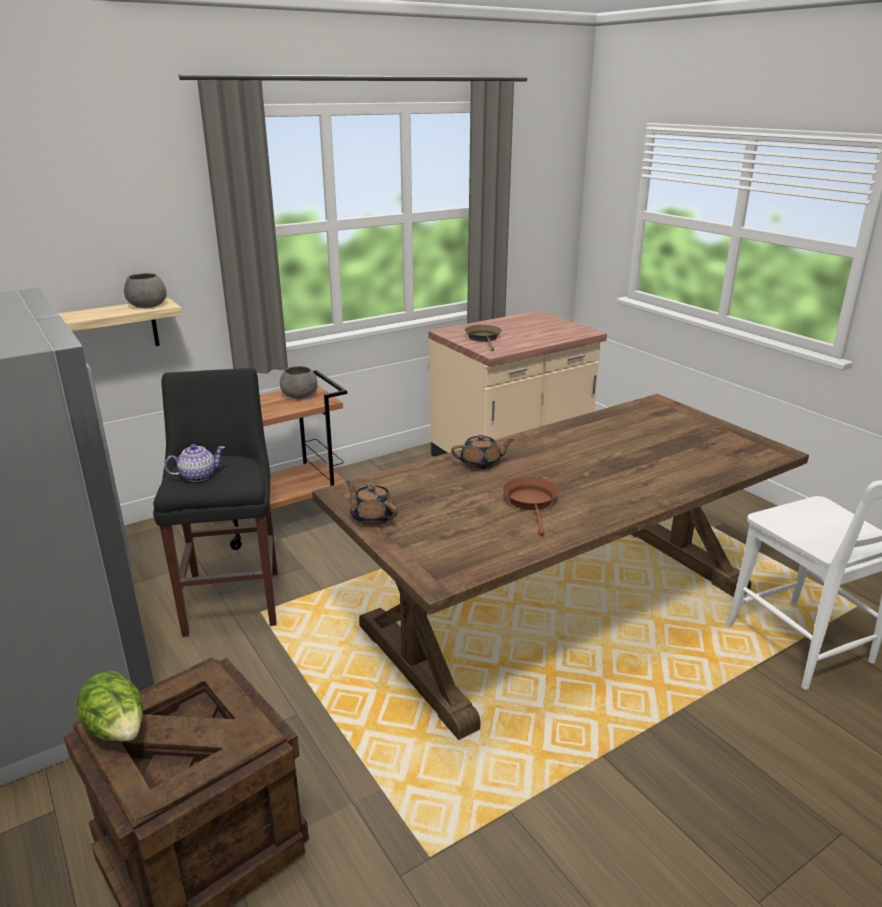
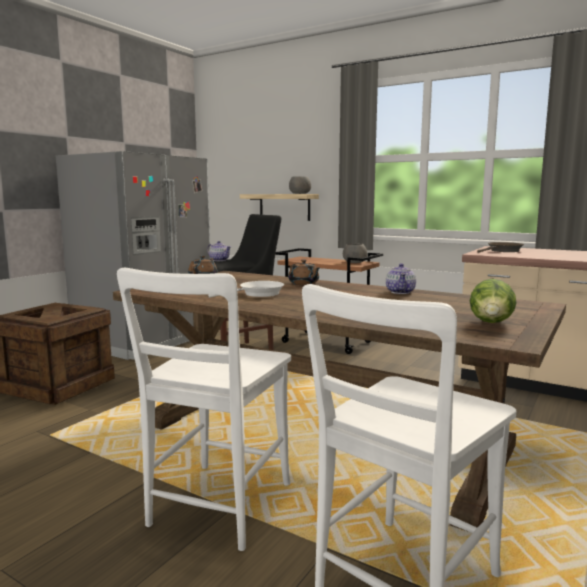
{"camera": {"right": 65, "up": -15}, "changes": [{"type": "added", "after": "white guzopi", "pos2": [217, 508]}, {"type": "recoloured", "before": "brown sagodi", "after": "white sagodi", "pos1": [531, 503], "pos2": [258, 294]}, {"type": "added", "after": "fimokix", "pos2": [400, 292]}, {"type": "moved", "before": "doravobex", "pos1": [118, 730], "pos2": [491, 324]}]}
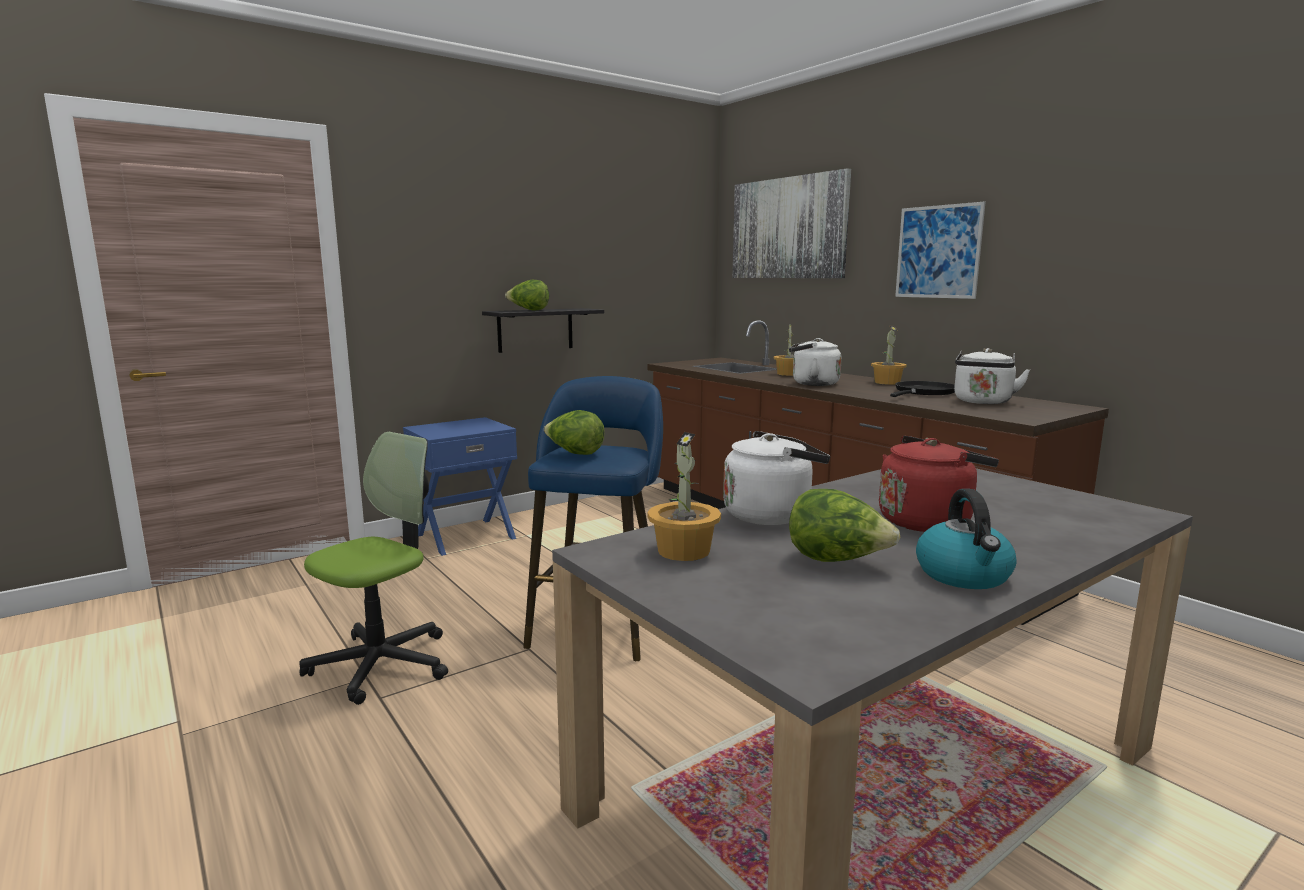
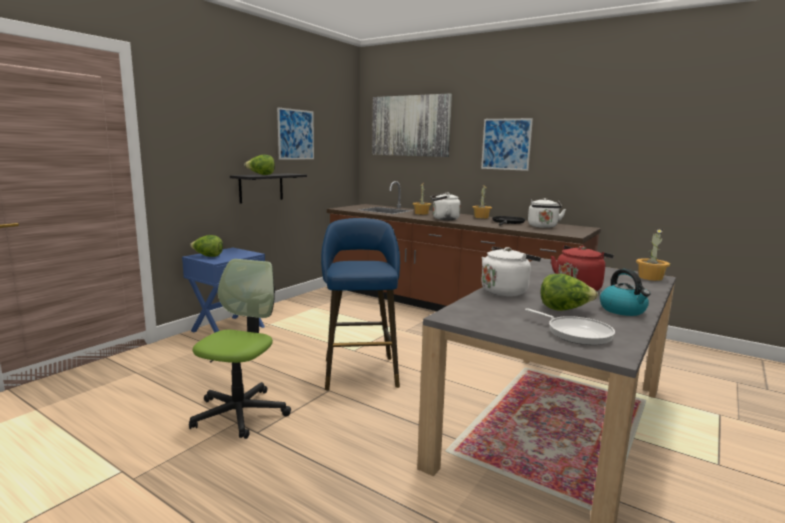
{"camera": {"right": -20, "up": 0}, "changes": [{"type": "moved", "before": "doravobex", "pos1": [574, 453], "pos2": [207, 256]}, {"type": "added", "after": "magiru", "pos2": [296, 134]}, {"type": "added", "after": "sagodi", "pos2": [576, 333]}, {"type": "moved", "before": "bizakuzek", "pos1": [684, 550], "pos2": [650, 277]}]}
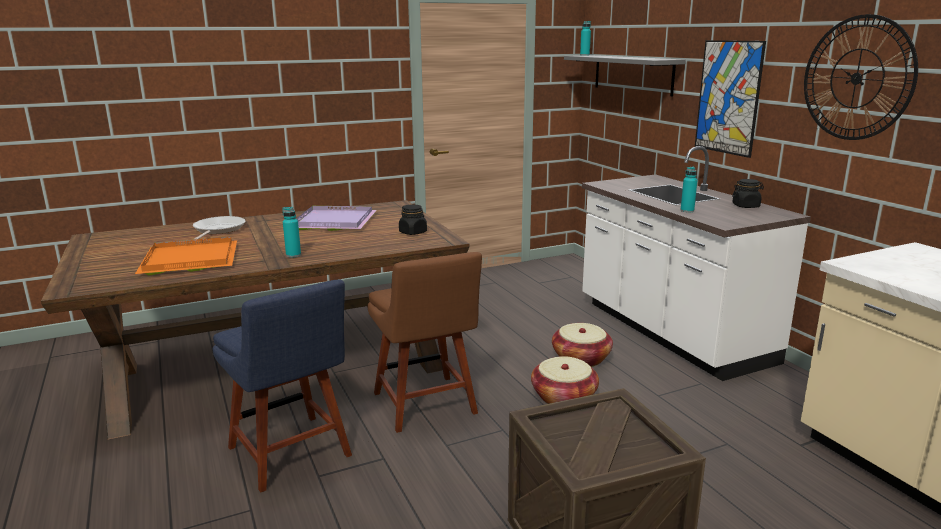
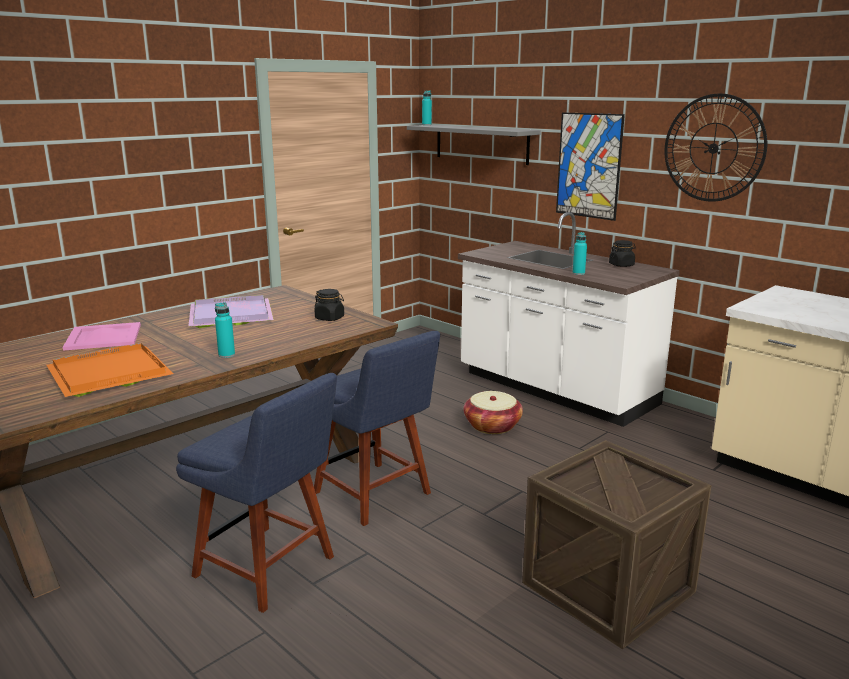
{"camera": {"right": -20, "up": 0}, "changes": [{"type": "replaced", "before": "sagodi", "after": "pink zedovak", "pos1": [218, 230], "pos2": [103, 337]}, {"type": "recoloured", "before": "brown guzopi", "after": "blue guzopi", "pos1": [426, 406], "pos2": [375, 495]}, {"type": "removed", "before": "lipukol", "pos1": [564, 397]}]}
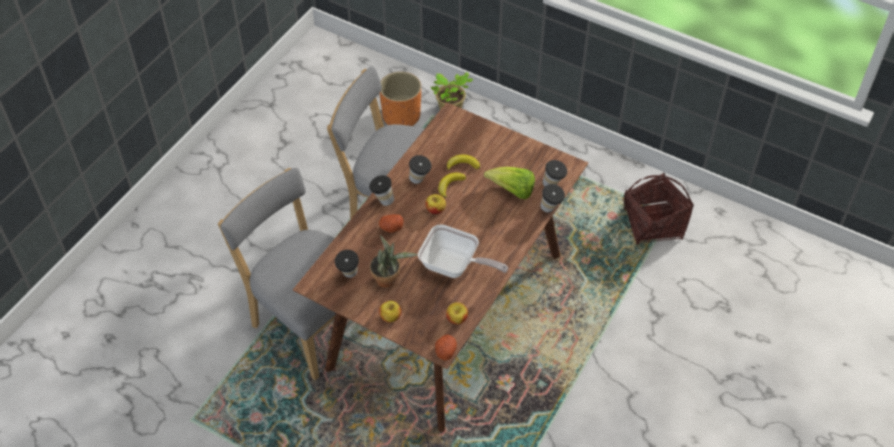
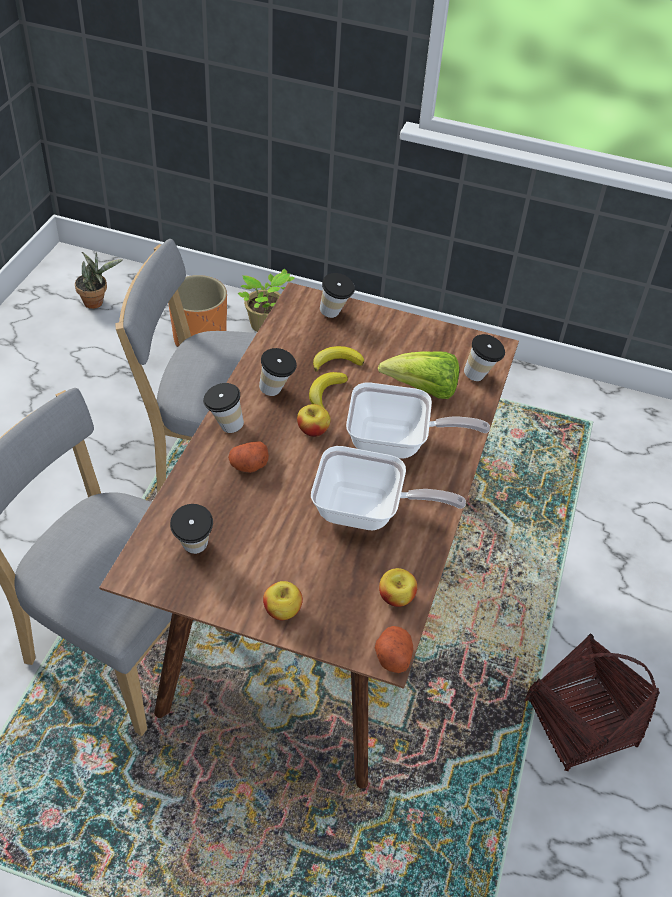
{"camera": {"right": -15, "up": -5}, "changes": [{"type": "moved", "before": "bizakuzek", "pos1": [388, 279], "pos2": [96, 302]}, {"type": "moved", "before": "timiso", "pos1": [551, 210], "pos2": [335, 314]}, {"type": "added", "after": "sagodi", "pos2": [396, 444]}, {"type": "moved", "before": "lipukol", "pos1": [653, 224], "pos2": [581, 723]}]}
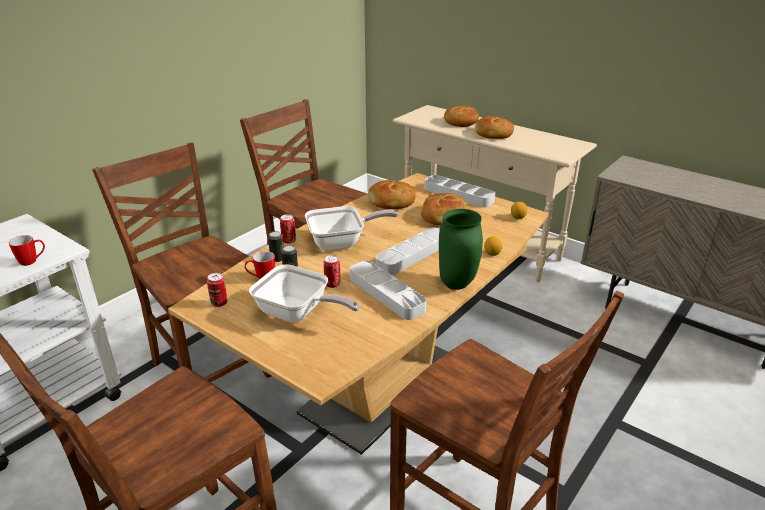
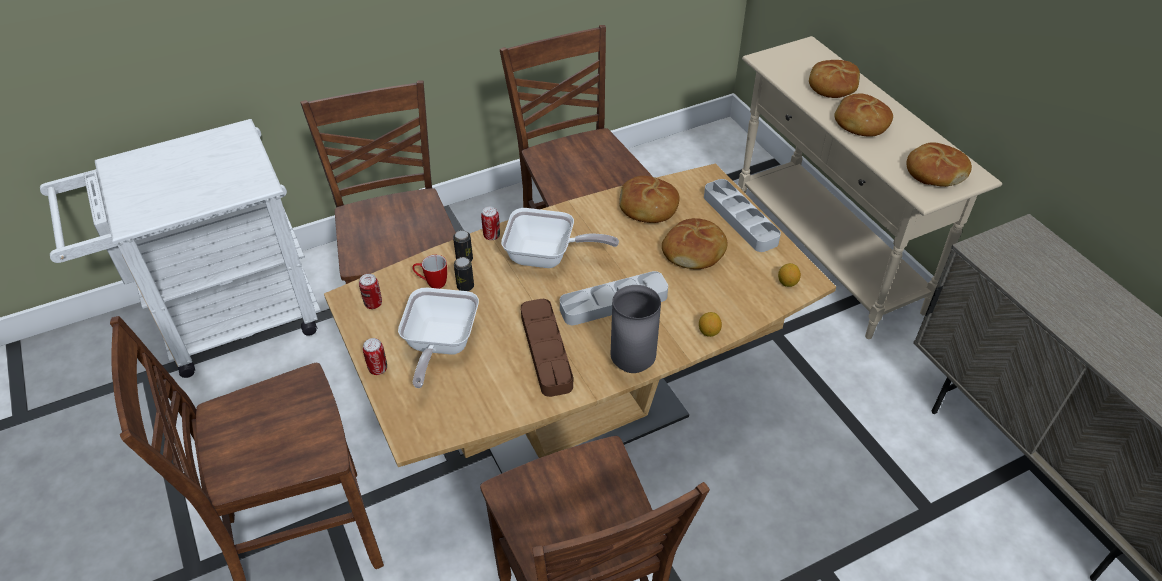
{"camera": {"right": 25, "up": 15}, "changes": [{"type": "moved", "before": "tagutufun", "pos1": [332, 284], "pos2": [378, 369]}, {"type": "turned", "before": "sagodi", "pos1": [298, 314], "pos2": [439, 346], "turn": 45}, {"type": "recoloured", "before": "grey zedovak", "after": "brown zedovak", "pos1": [386, 294], "pos2": [546, 350]}, {"type": "recoloured", "before": "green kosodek", "after": "grey kosodek", "pos1": [458, 284], "pos2": [634, 365]}, {"type": "added", "after": "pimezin", "pos2": [934, 173]}, {"type": "removed", "before": "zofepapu", "pos1": [33, 261]}]}
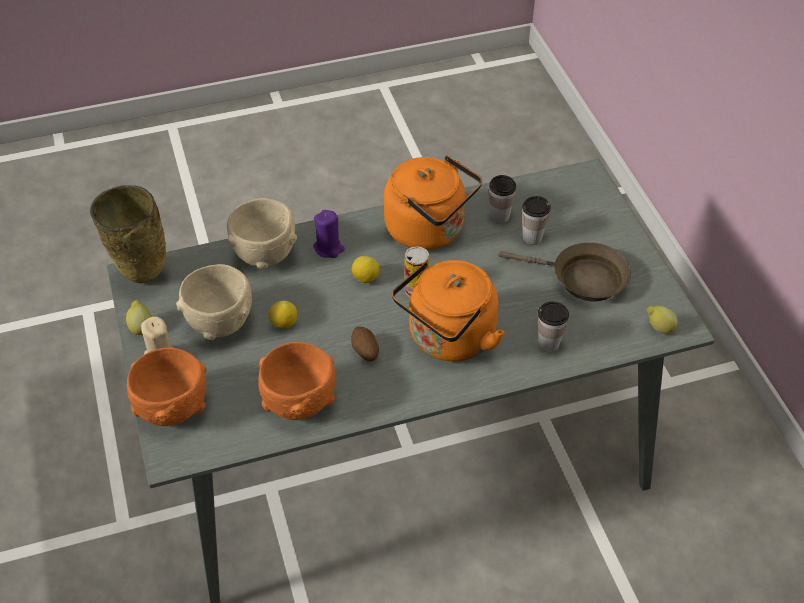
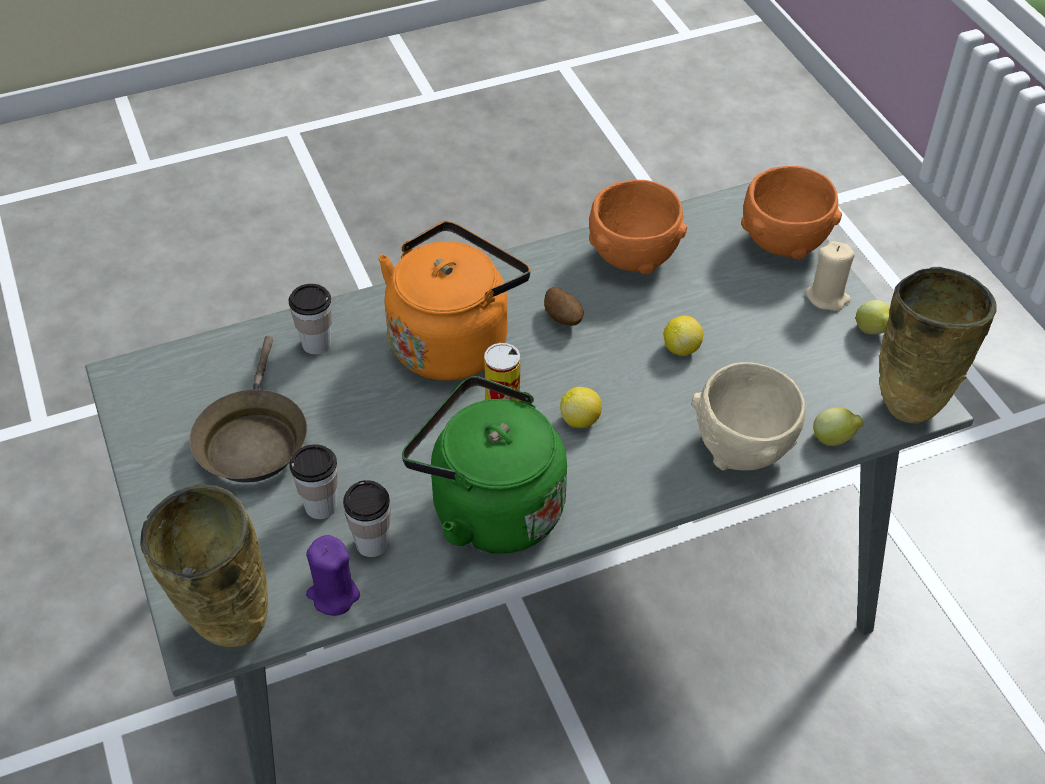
{"camera": {"right": 175, "up": 0}, "changes": [{"type": "added", "after": "beige kosodek", "pos2": [227, 625]}, {"type": "turned", "before": "brown sagodi", "pos1": [582, 279], "pos2": [252, 439], "turn": -105}, {"type": "moved", "before": "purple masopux", "pos1": [329, 248], "pos2": [333, 595]}, {"type": "recoloured", "before": "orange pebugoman", "after": "green pebugoman", "pos1": [429, 230], "pos2": [489, 508]}, {"type": "moved", "before": "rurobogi", "pos1": [659, 328], "pos2": [834, 439]}, {"type": "removed", "before": "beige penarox", "pos1": [220, 322]}]}
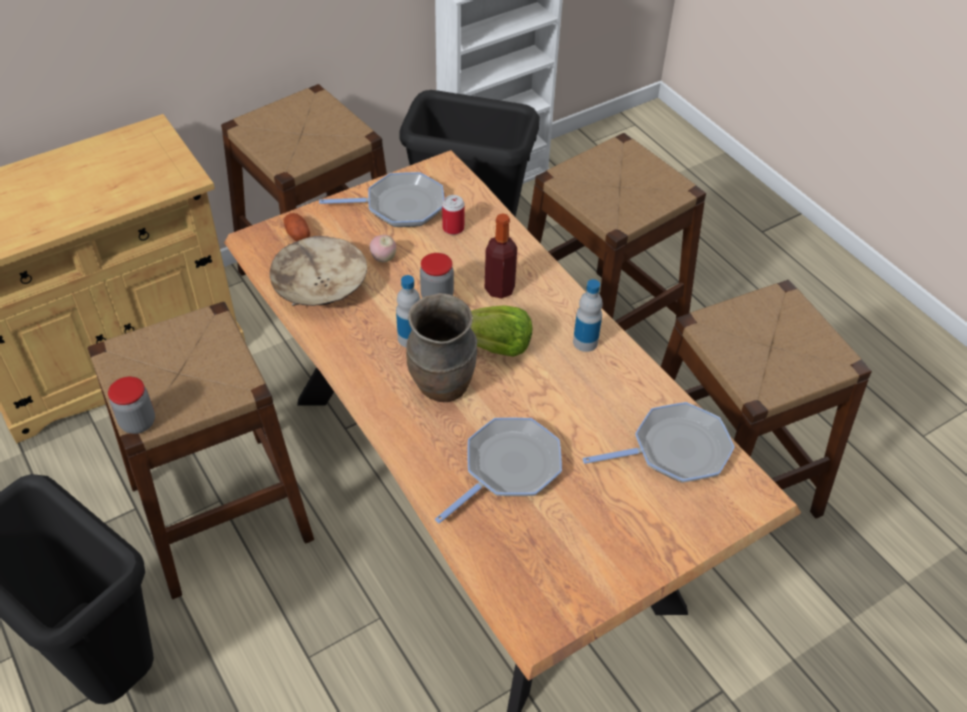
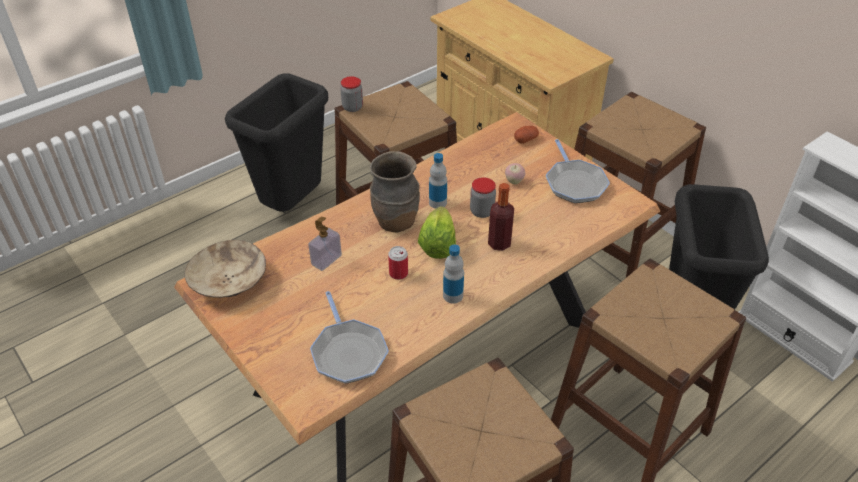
{"camera": {"right": 85, "up": -5}, "changes": [{"type": "moved", "before": "beige penarox", "pos1": [320, 286], "pos2": [229, 281]}, {"type": "replaced", "before": "sagodi", "after": "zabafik", "pos1": [508, 468], "pos2": [326, 260]}, {"type": "moved", "before": "tagutufun", "pos1": [453, 228], "pos2": [398, 273]}]}
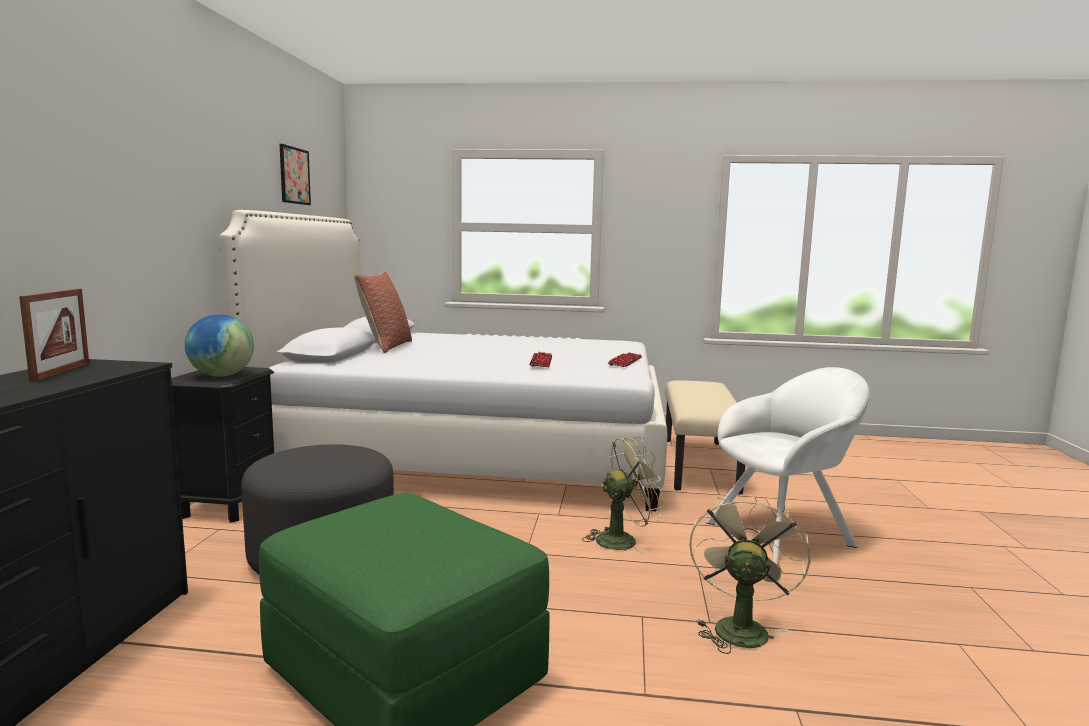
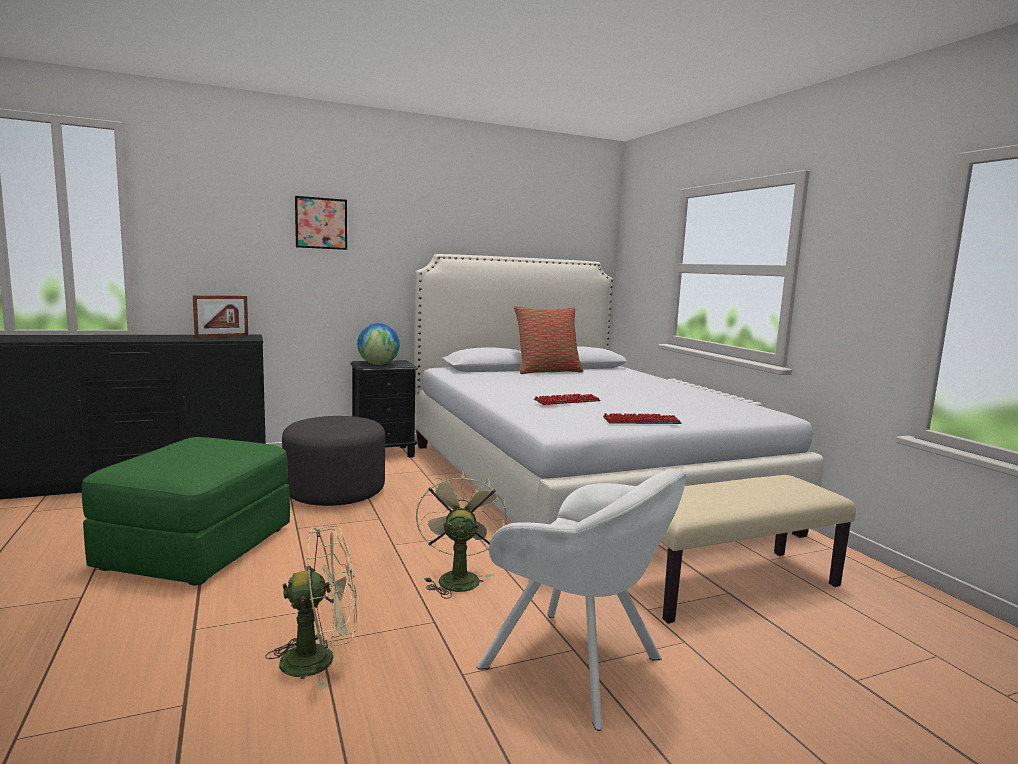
{"camera": {"right": 60, "up": 0}, "changes": [{"type": "moved", "before": "magiru", "pos1": [294, 175], "pos2": [321, 223]}, {"type": "turned", "before": "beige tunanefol", "pos1": [624, 540], "pos2": [457, 577], "turn": -135}]}
